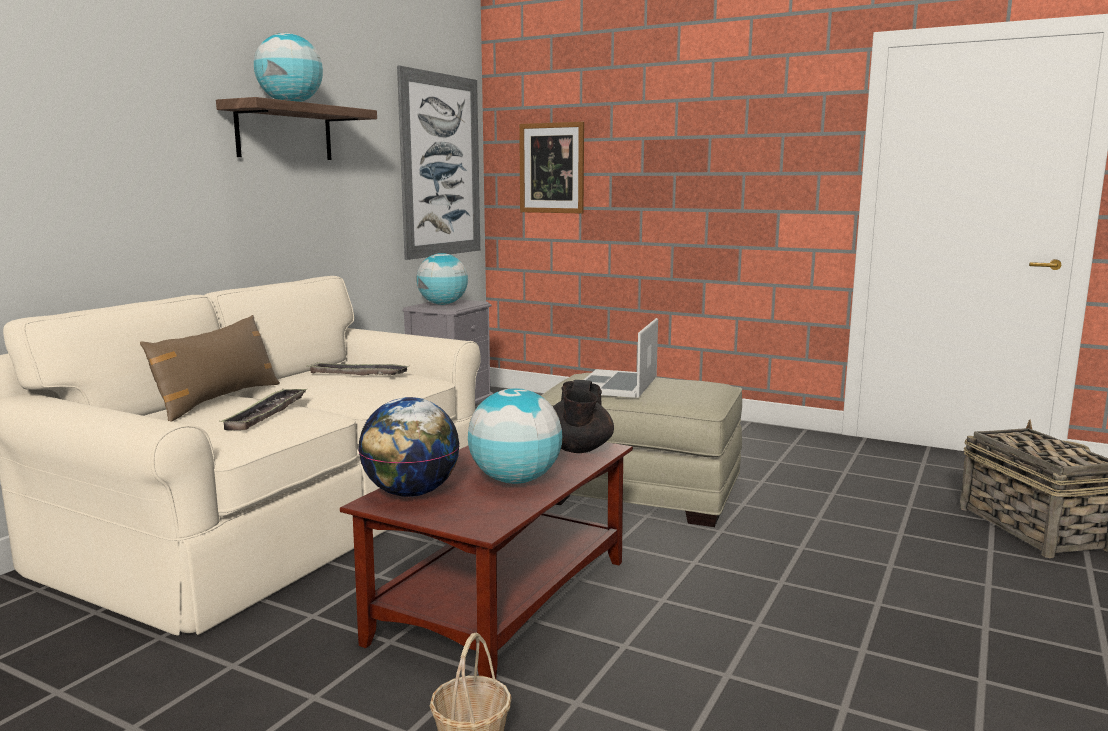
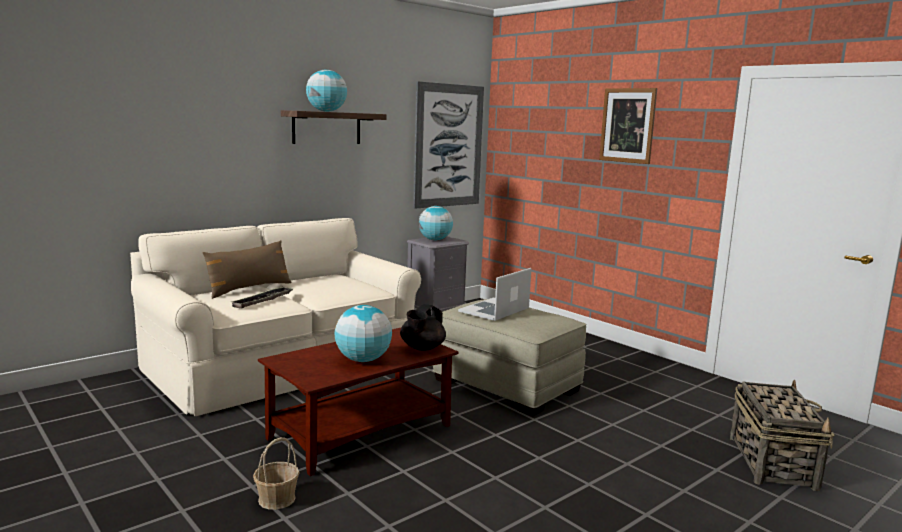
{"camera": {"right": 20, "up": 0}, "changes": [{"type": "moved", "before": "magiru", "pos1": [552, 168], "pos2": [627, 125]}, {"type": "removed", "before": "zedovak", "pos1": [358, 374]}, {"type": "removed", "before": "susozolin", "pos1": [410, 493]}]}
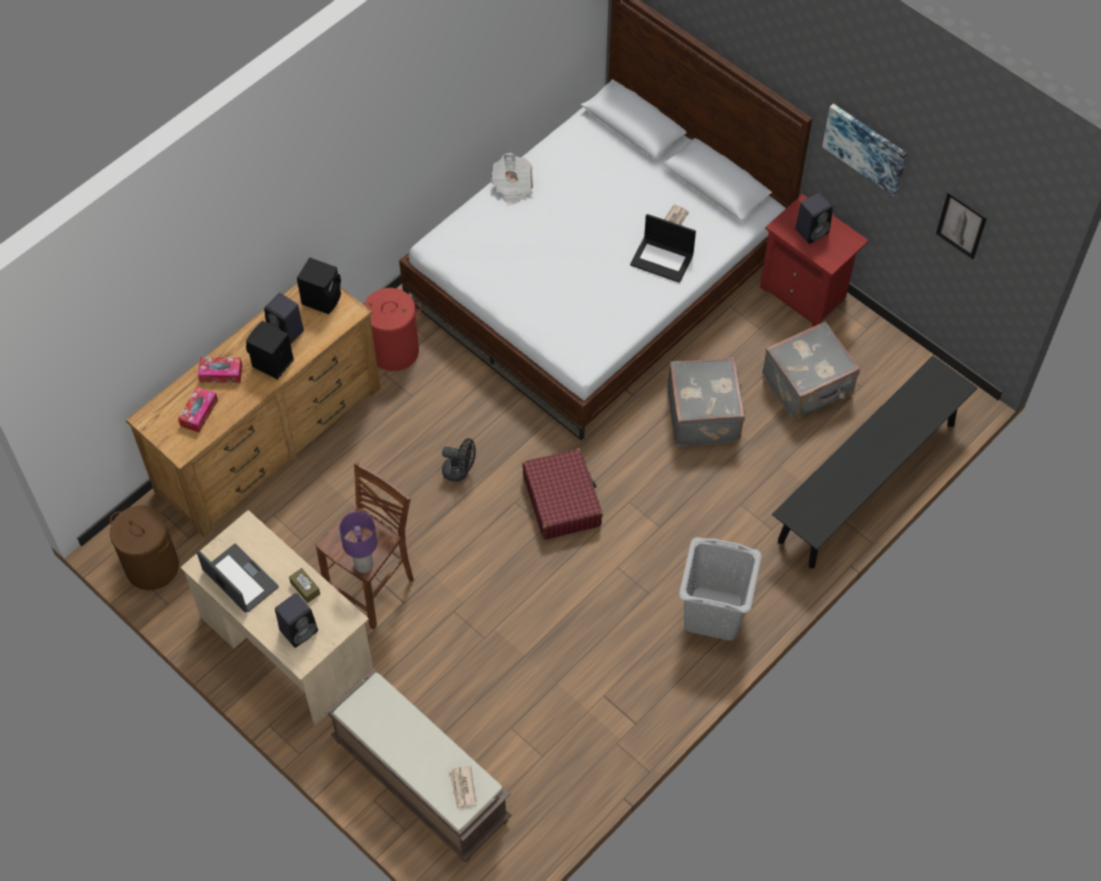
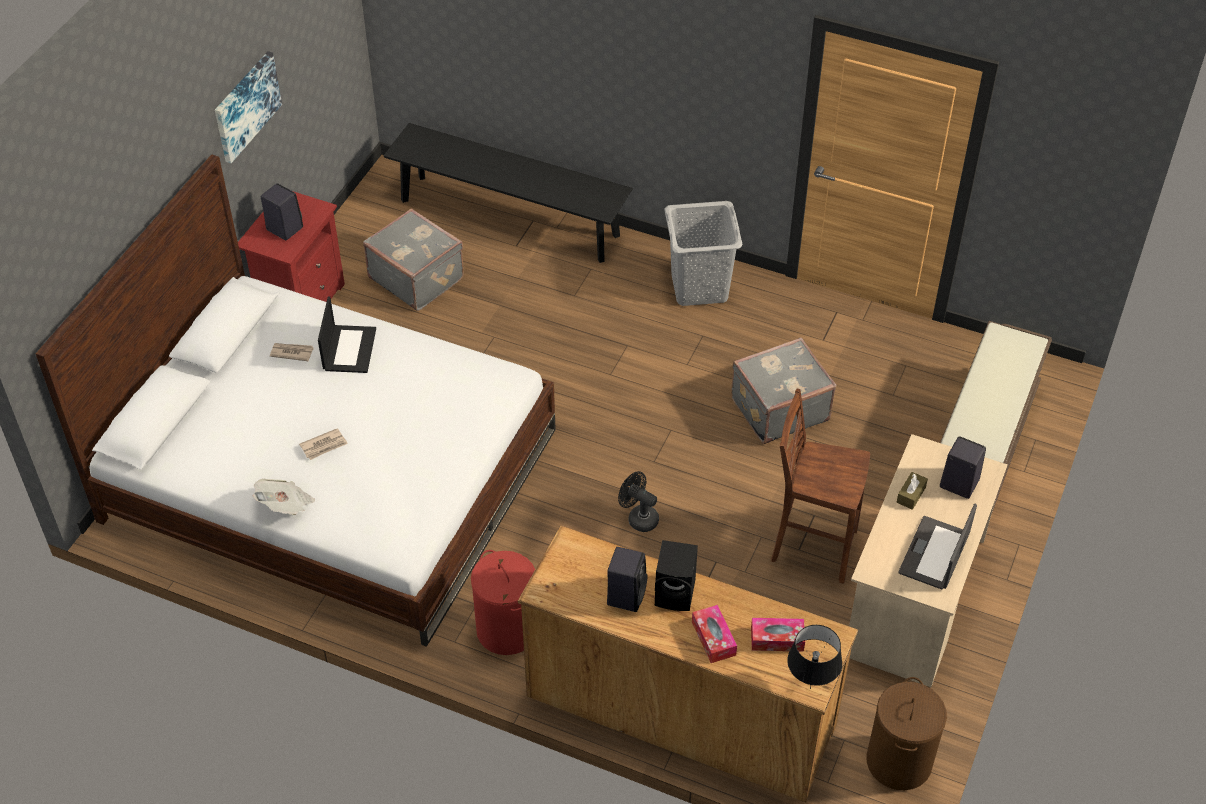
{"camera": {"right": -110, "up": -10}, "changes": [{"type": "moved", "before": "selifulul", "pos1": [462, 788], "pos2": [324, 445]}, {"type": "turned", "before": "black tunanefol", "pos1": [460, 471], "pos2": [638, 518], "turn": -45}, {"type": "moved", "before": "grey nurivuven", "pos1": [705, 415], "pos2": [778, 408]}, {"type": "added", "after": "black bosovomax", "pos2": [809, 688]}, {"type": "removed", "before": "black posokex", "pos1": [322, 298]}, {"type": "removed", "before": "purple bosovomax", "pos1": [363, 564]}, {"type": "removed", "before": "red nurivuven", "pos1": [562, 500]}, {"type": "removed", "before": "magiru", "pos1": [961, 225]}]}
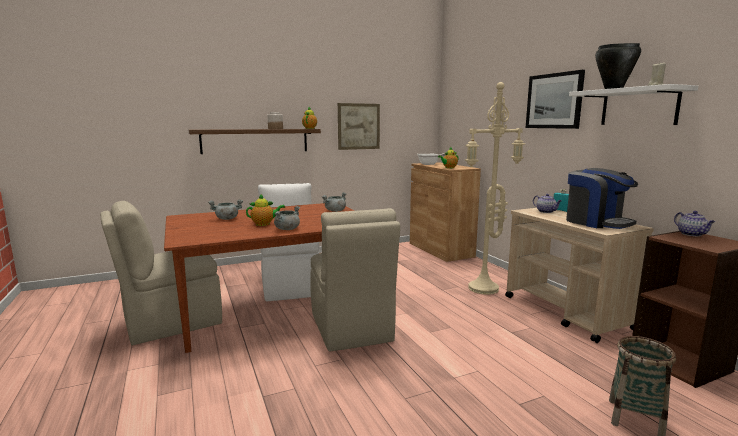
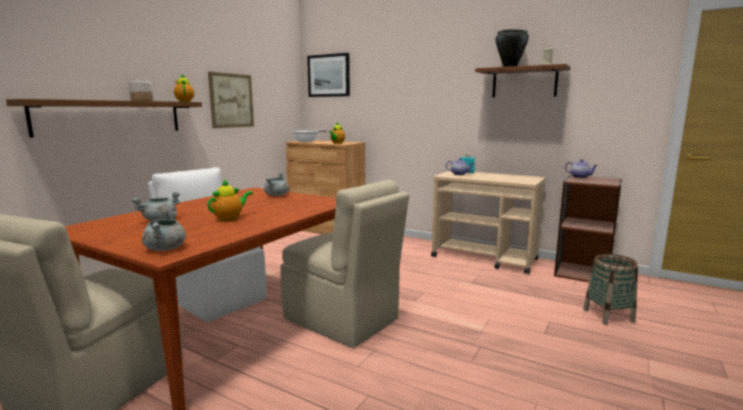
{"camera": {"right": -35, "up": 0}, "changes": [{"type": "moved", "before": "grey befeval", "pos1": [287, 229], "pos2": [165, 248]}, {"type": "moved", "before": "magiru", "pos1": [554, 101], "pos2": [329, 75]}, {"type": "recoloured", "before": "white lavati", "after": "brown lavati", "pos1": [638, 107], "pos2": [524, 83]}, {"type": "removed", "before": "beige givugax", "pos1": [484, 289]}, {"type": "removed", "before": "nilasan", "pos1": [596, 222]}]}
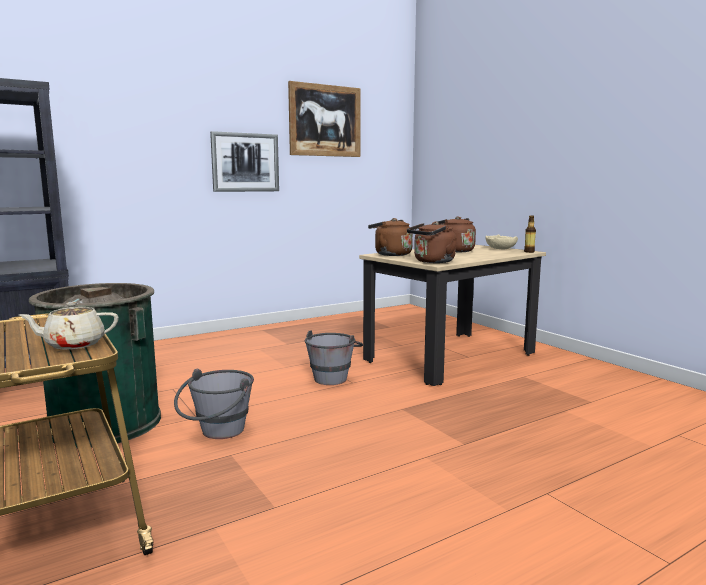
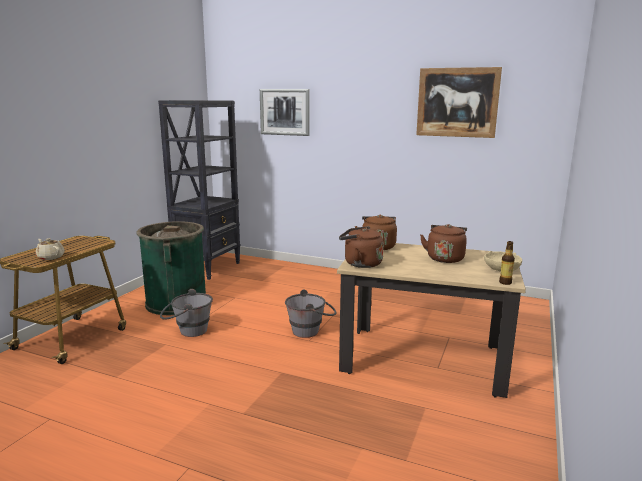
{"camera": {"right": 55, "up": 5}, "changes": [{"type": "moved", "before": "magiru", "pos1": [245, 162], "pos2": [285, 112]}]}
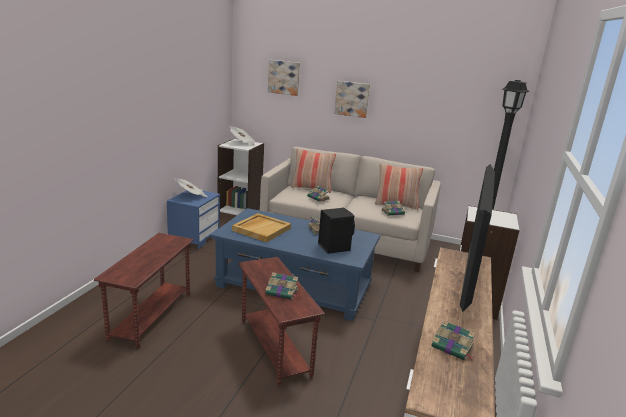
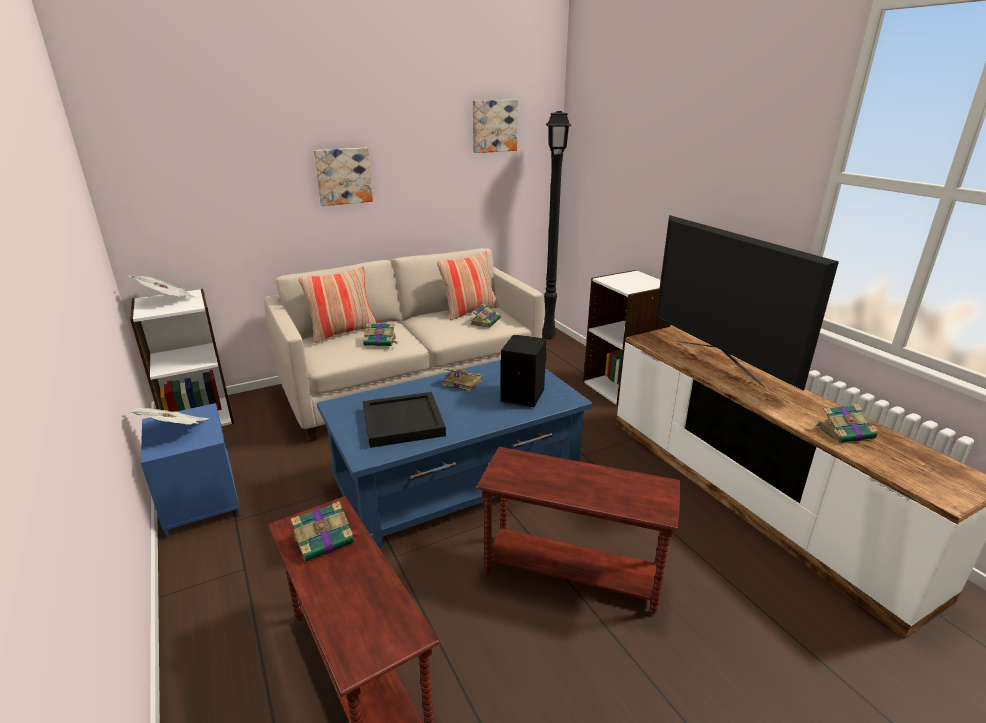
{"camera": {"right": -45, "up": 5}, "changes": [{"type": "moved", "before": "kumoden", "pos1": [282, 292], "pos2": [325, 540]}, {"type": "recoloured", "before": "beige zedovak", "after": "black zedovak", "pos1": [261, 229], "pos2": [402, 422]}, {"type": "moved", "before": "magiru", "pos1": [284, 77], "pos2": [494, 126]}]}
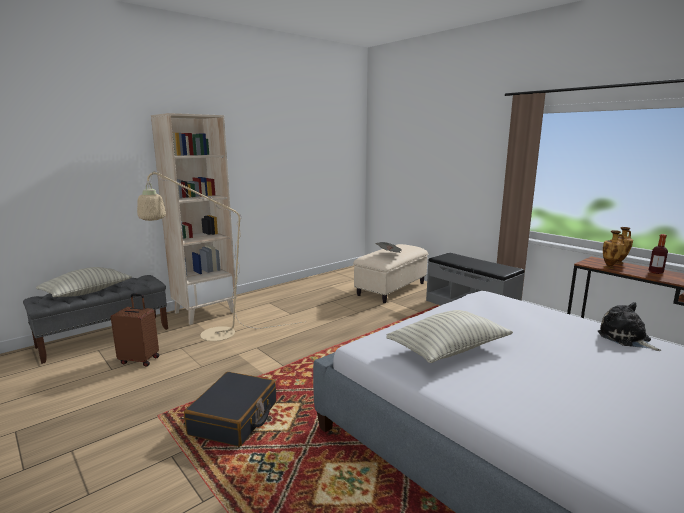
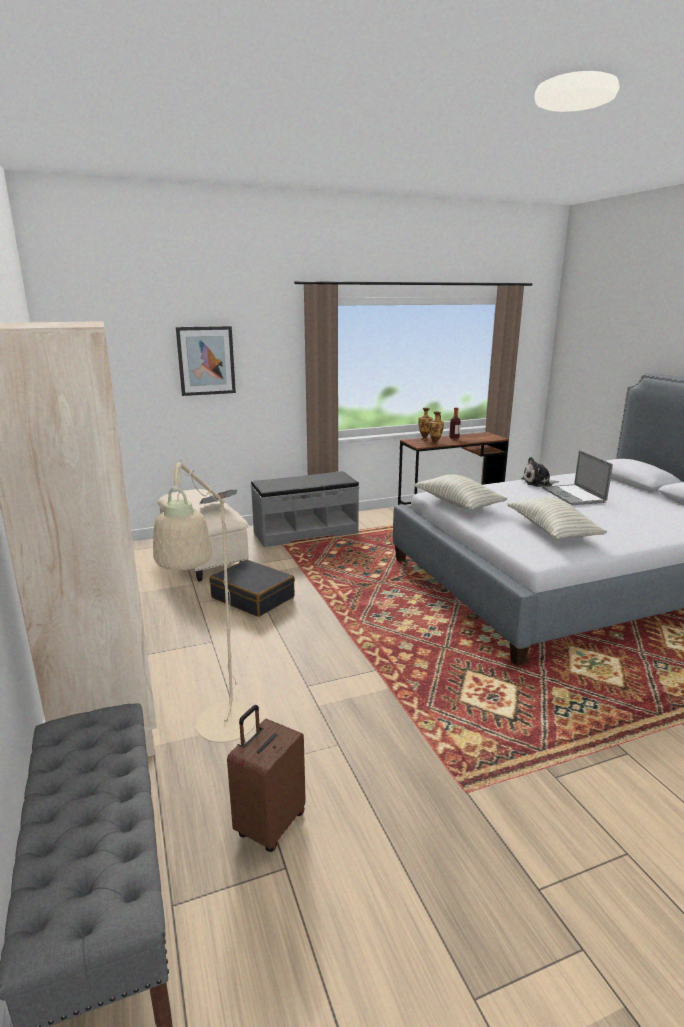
{"camera": {"right": -70, "up": 5}, "changes": [{"type": "added", "after": "magiru", "pos2": [206, 360]}, {"type": "moved", "before": "black nurivuven", "pos1": [234, 418], "pos2": [253, 597]}, {"type": "moved", "before": "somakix", "pos1": [87, 292], "pos2": [458, 504]}, {"type": "added", "after": "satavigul", "pos2": [573, 495]}]}
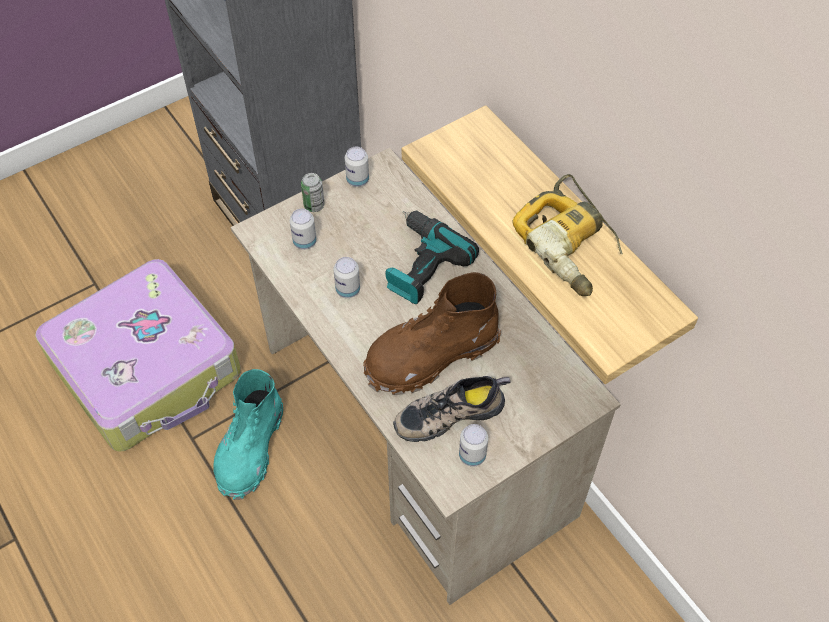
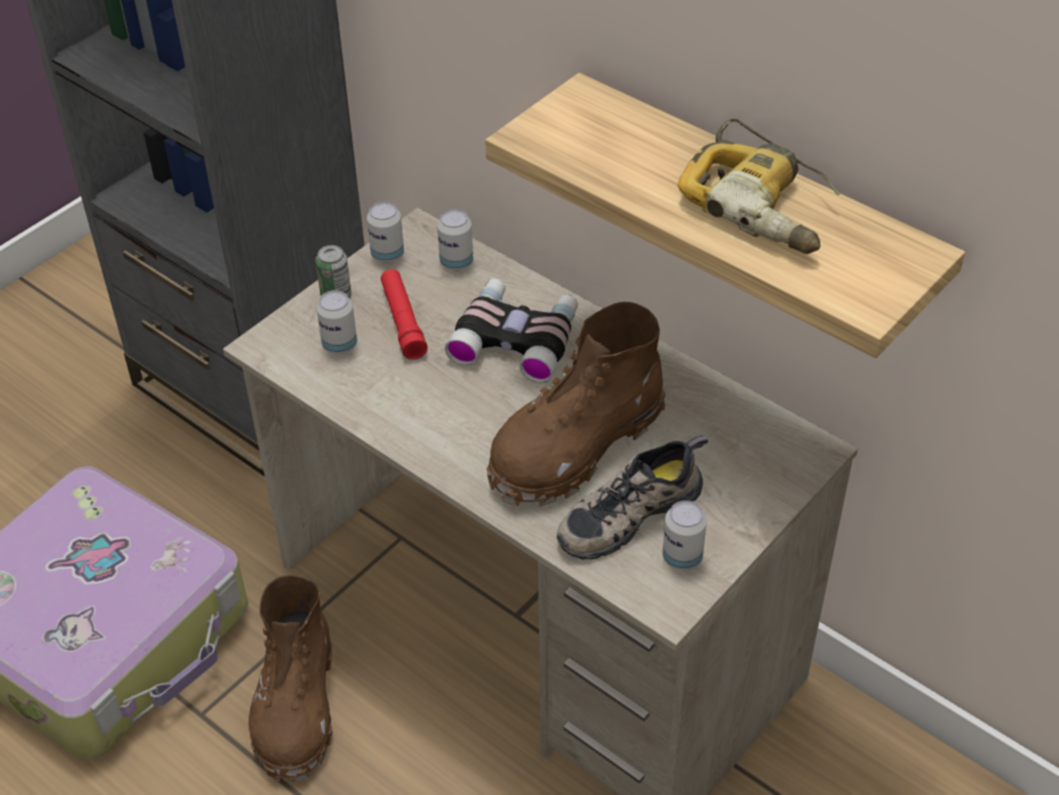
{"camera": {"right": -15, "up": -10}, "changes": [{"type": "recoloured", "before": "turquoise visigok", "after": "brown visigok", "pos1": [250, 449], "pos2": [296, 707]}, {"type": "added", "after": "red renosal", "pos2": [403, 321]}, {"type": "moved", "before": "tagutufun", "pos1": [348, 290], "pos2": [456, 262]}, {"type": "replaced", "before": "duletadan", "after": "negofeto", "pos1": [420, 264], "pos2": [516, 338]}]}
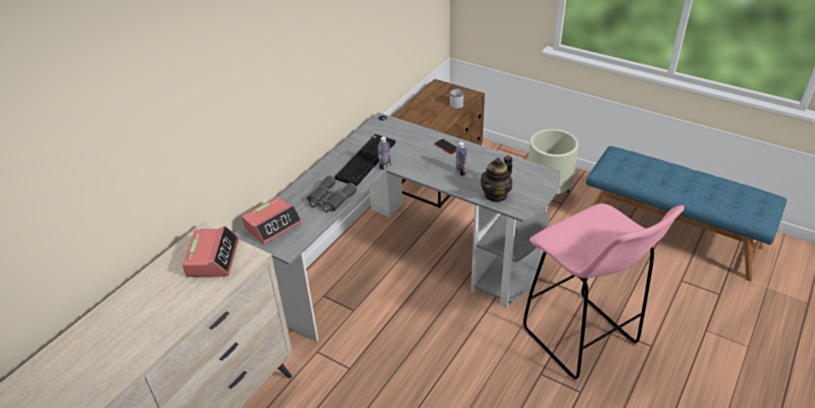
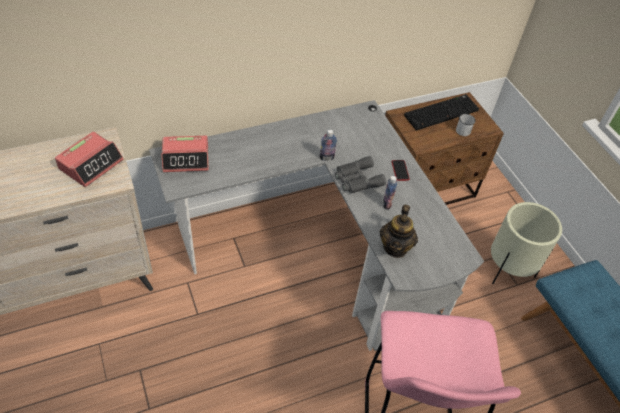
{"camera": {"right": 30, "up": 10}, "changes": [{"type": "moved", "before": "grey negofeto", "pos1": [330, 199], "pos2": [357, 179]}, {"type": "turned", "before": "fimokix", "pos1": [496, 195], "pos2": [395, 247], "turn": -60}, {"type": "moved", "before": "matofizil", "pos1": [365, 159], "pos2": [441, 112]}]}
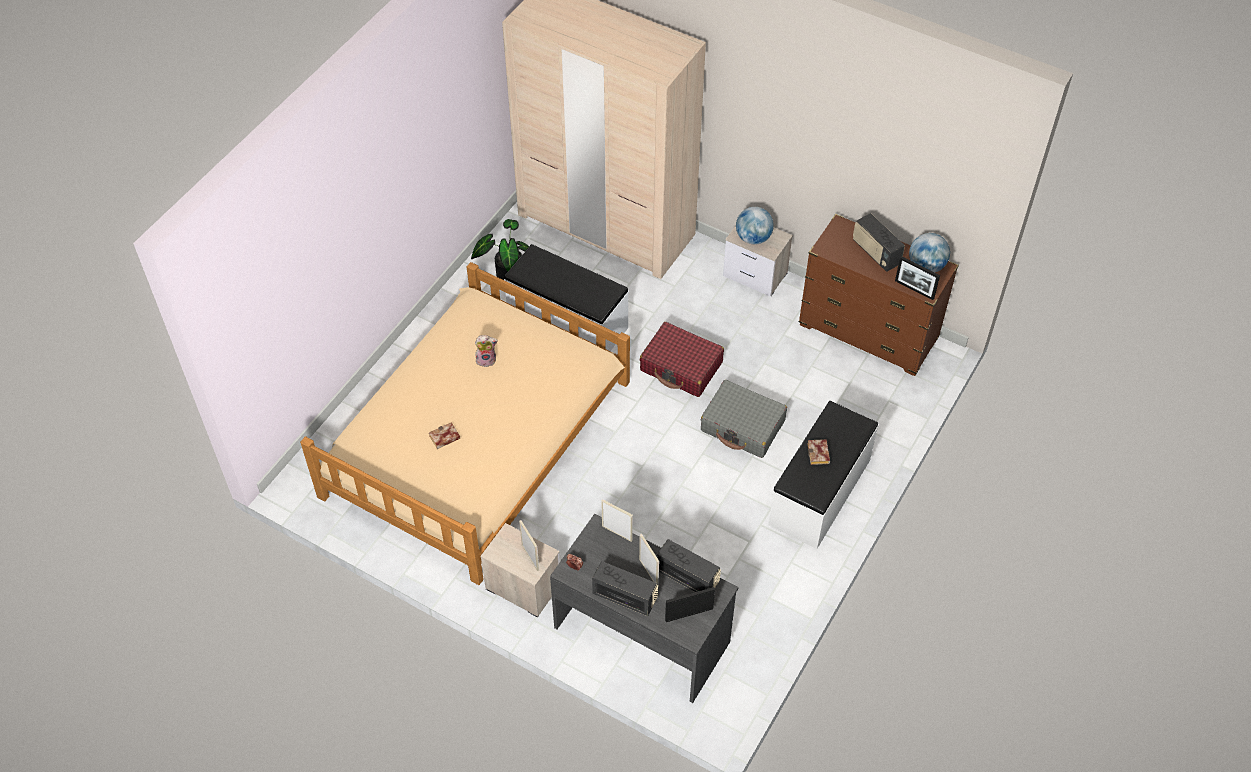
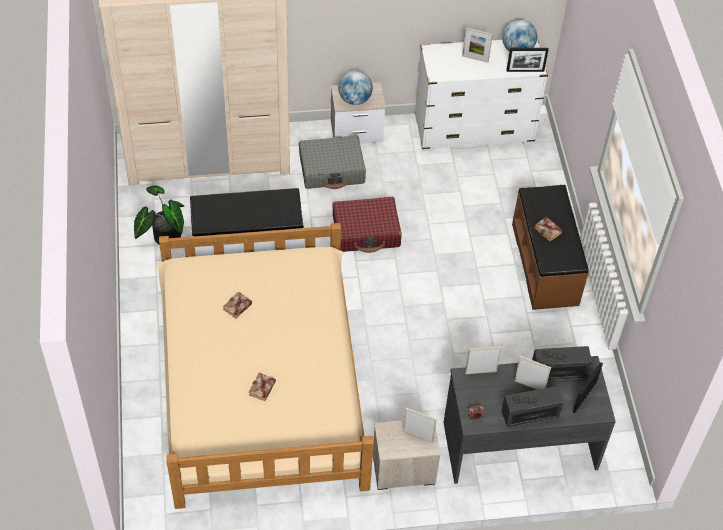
{"camera": {"right": -40, "up": 0}, "changes": [{"type": "replaced", "before": "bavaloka", "after": "kumoden", "pos1": [486, 359], "pos2": [237, 308]}, {"type": "moved", "before": "grey nurivuven", "pos1": [743, 426], "pos2": [332, 169]}, {"type": "recoloured", "before": "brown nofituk", "after": "white nofituk", "pos1": [868, 332], "pos2": [474, 130]}, {"type": "replaced", "before": "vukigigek", "after": "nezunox", "pos1": [875, 253], "pos2": [475, 58]}, {"type": "recoloured", "before": "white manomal", "after": "brown manomal", "pos1": [820, 492], "pos2": [545, 264]}]}
